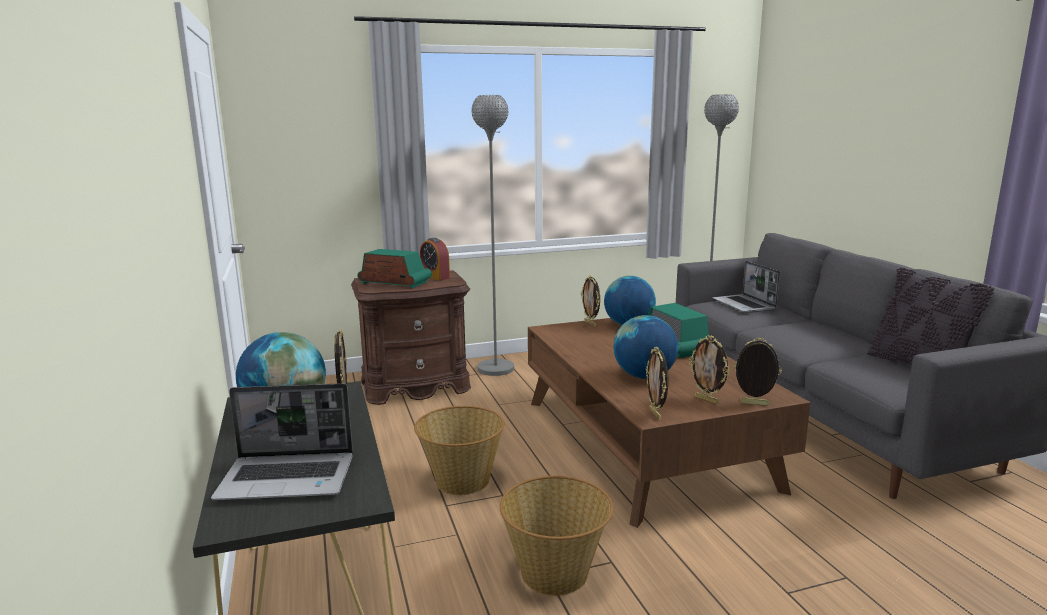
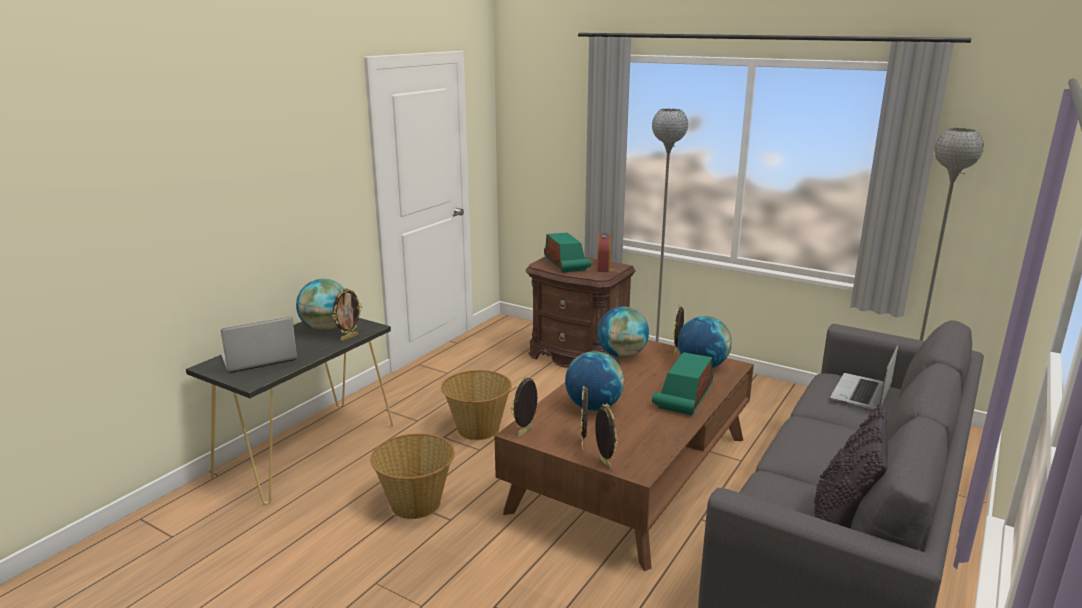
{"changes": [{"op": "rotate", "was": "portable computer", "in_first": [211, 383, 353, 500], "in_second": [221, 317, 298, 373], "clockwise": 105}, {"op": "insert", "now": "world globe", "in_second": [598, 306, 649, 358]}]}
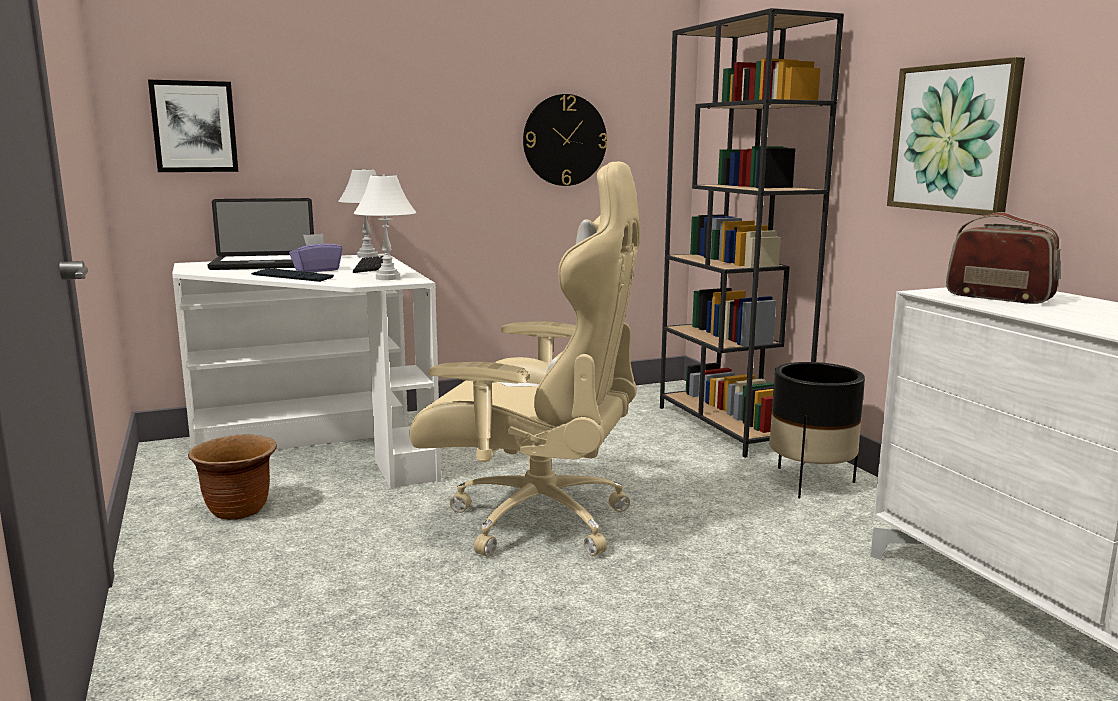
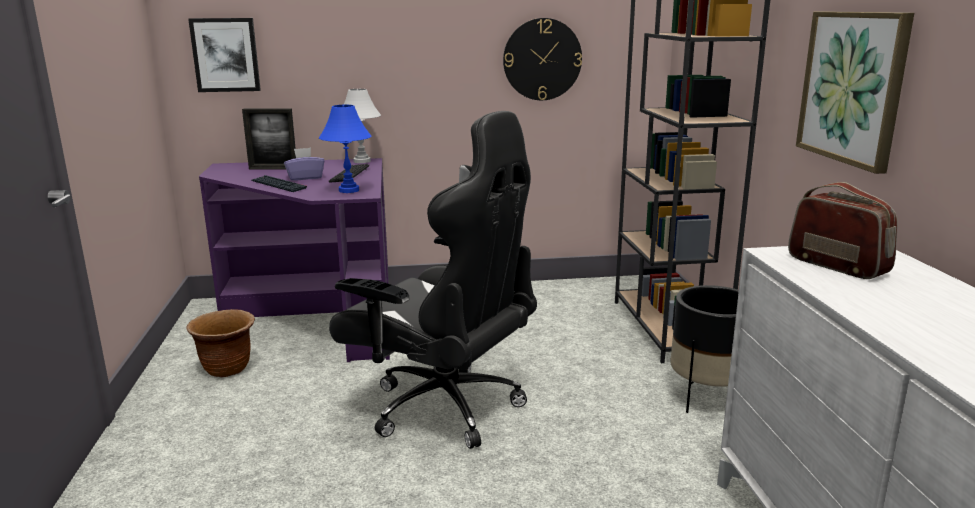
{"changes": [{"op": "recolor", "was": "white desk", "now": "purplish desk", "in_first": [172, 254, 441, 489], "in_second": [199, 158, 390, 362]}, {"op": "replace", "was": "portable computer", "now": "photo frame", "in_first": [208, 198, 314, 270], "in_second": [242, 109, 296, 170]}, {"op": "recolor", "was": "white lamp for a table", "now": "bluish lamp for a table", "in_first": [353, 175, 417, 280], "in_second": [319, 105, 371, 193]}, {"op": "recolor", "was": "sand-coloured office chair", "now": "blackish office chair", "in_first": [409, 162, 640, 557], "in_second": [329, 111, 537, 449]}]}
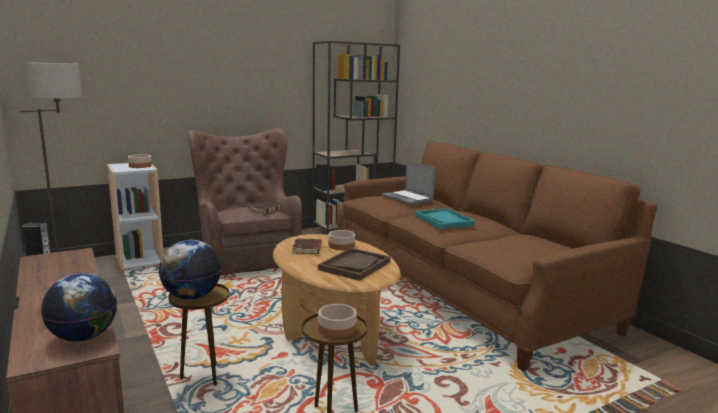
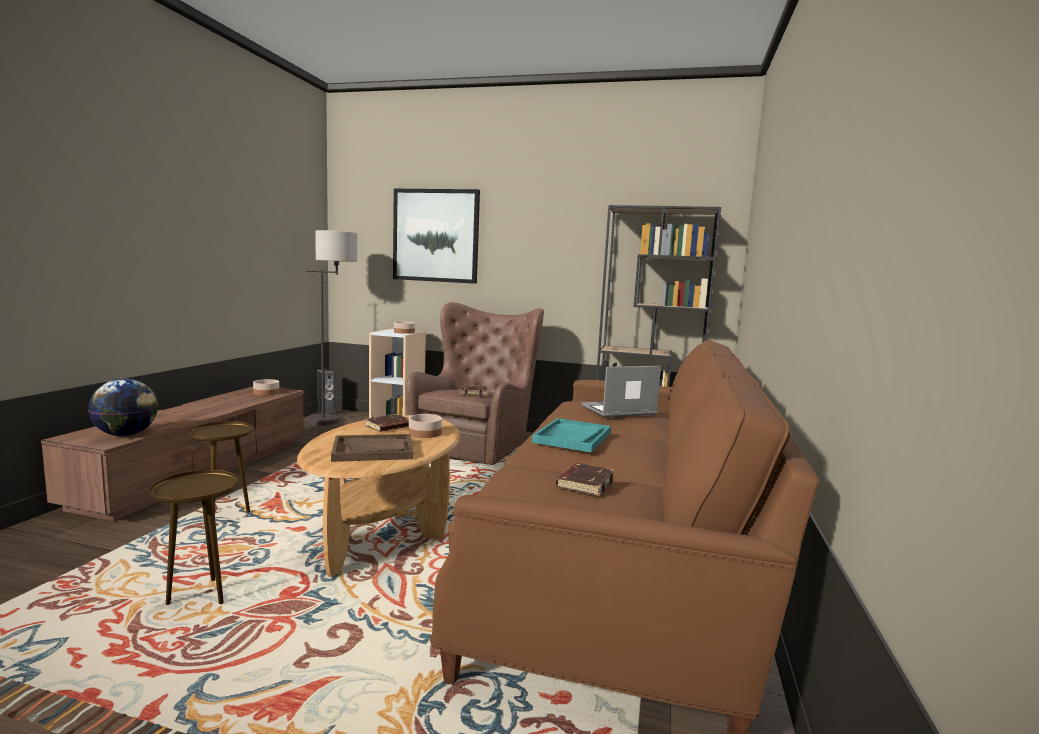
{"changes": [{"op": "move", "was": "bowl", "in_first": [318, 304, 357, 338], "in_second": [253, 379, 279, 395]}, {"op": "insert", "now": "wall picture", "in_second": [393, 189, 480, 284]}, {"op": "insert", "now": "brown-coloured volume", "in_second": [556, 463, 615, 496]}, {"op": "rotate", "was": "portable computer", "in_first": [382, 161, 435, 205], "in_second": [582, 366, 661, 417], "clockwise": 60}, {"op": "delete", "was": "world globe", "in_first": [159, 240, 221, 300]}]}
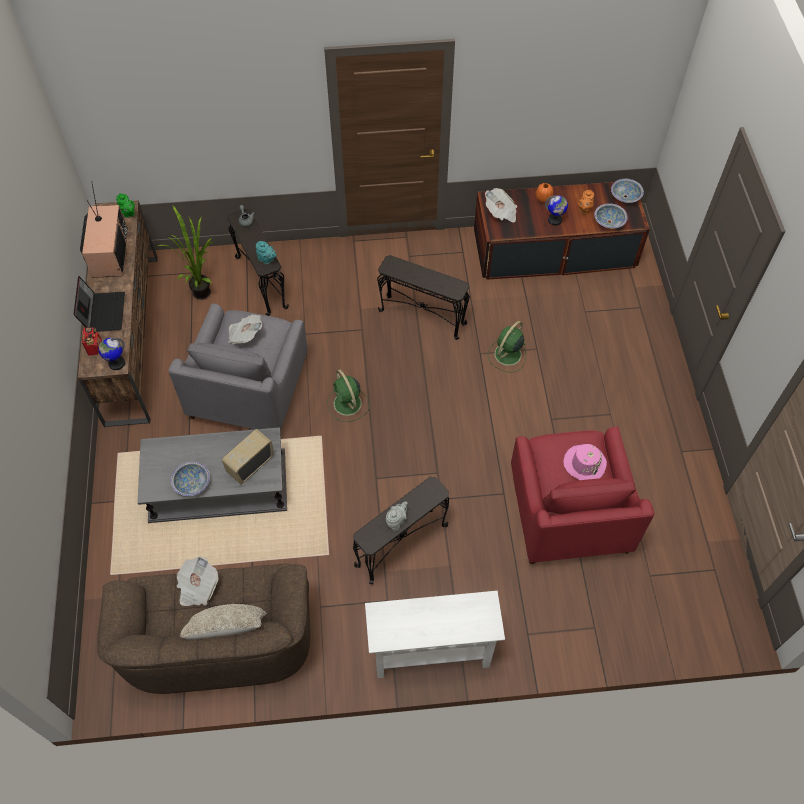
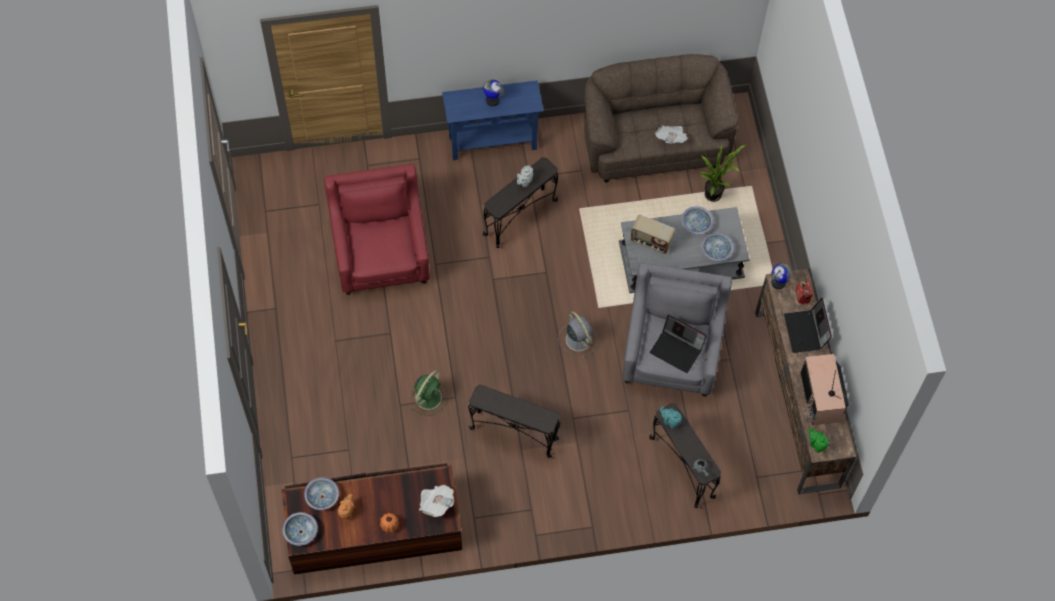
{"changes": [{"op": "recolor", "was": "white narrow table", "now": "bluish narrow table", "in_first": [365, 591, 505, 678], "in_second": [442, 80, 544, 160]}, {"op": "move", "was": "world globe", "in_first": [545, 195, 568, 226], "in_second": [483, 80, 505, 106]}, {"op": "recolor", "was": "green-coloured electric fan", "now": "greyish electric fan", "in_first": [327, 370, 370, 422], "in_second": [558, 311, 598, 359]}, {"op": "rotate", "was": "radio receiver", "in_first": [222, 429, 274, 484], "in_second": [631, 215, 675, 254], "clockwise": 75}, {"op": "replace", "was": "daily paper", "now": "portable computer", "in_first": [228, 314, 262, 344], "in_second": [650, 315, 707, 373]}, {"op": "move", "was": "houseplant", "in_first": [158, 205, 214, 300], "in_second": [697, 140, 747, 202]}, {"op": "insert", "now": "bowl", "in_second": [701, 233, 734, 261]}, {"op": "delete", "was": "sand-coloured cushion", "in_first": [180, 604, 266, 640]}, {"op": "delete", "was": "pink wearable hat", "in_first": [563, 444, 607, 480]}]}
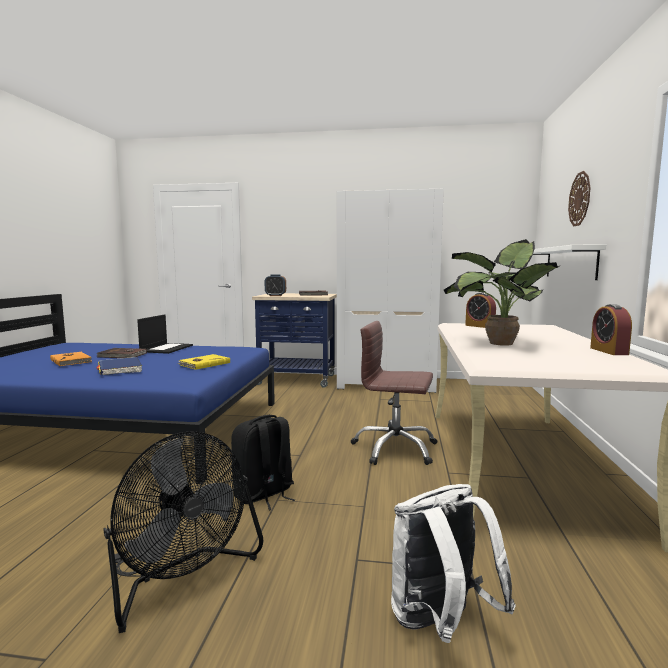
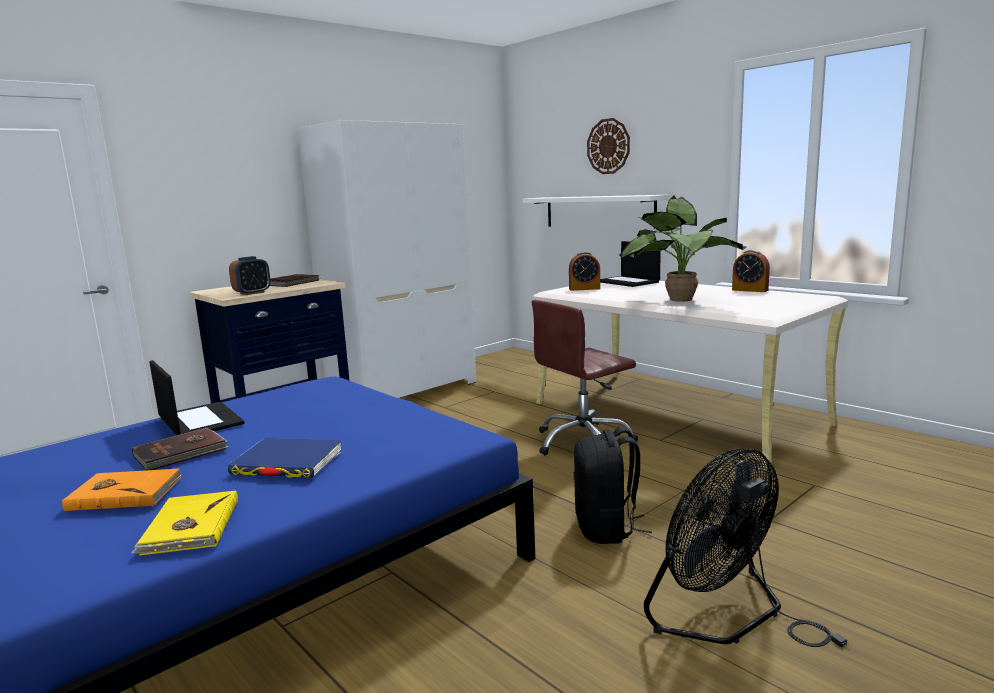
{"changes": [{"op": "move", "was": "yellow-coloured volume", "in_first": [178, 354, 230, 370], "in_second": [131, 490, 238, 555]}, {"op": "insert", "now": "portable computer", "in_second": [600, 241, 661, 287]}, {"op": "rotate", "was": "blackish electric fan", "in_first": [104, 432, 263, 633], "in_second": [644, 449, 848, 647], "clockwise": -120}, {"op": "delete", "was": "white knapsack", "in_first": [391, 484, 516, 643]}]}
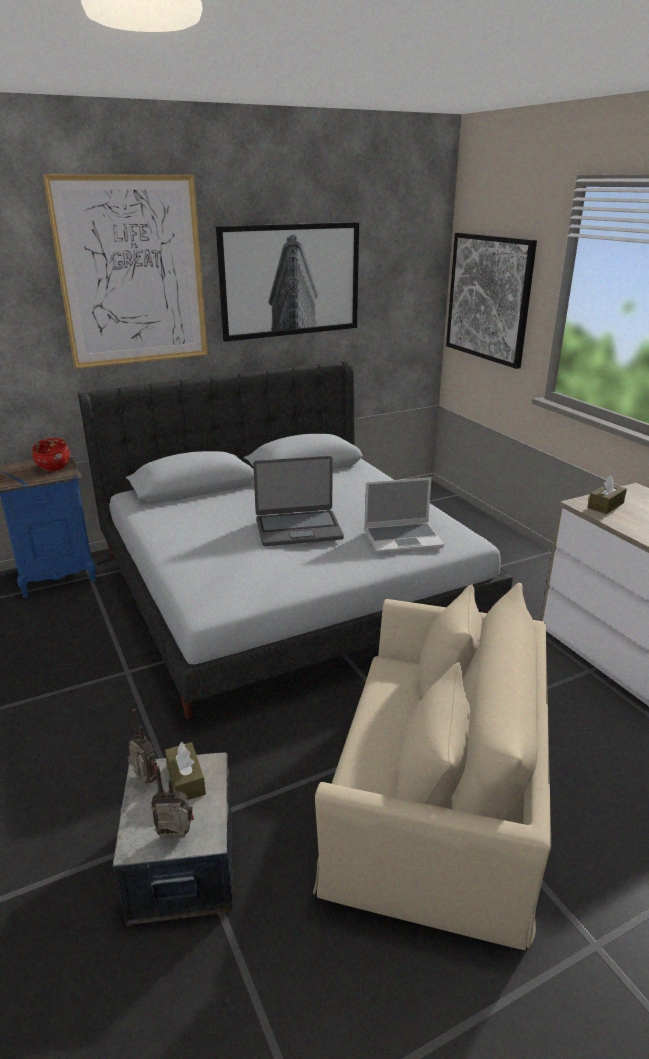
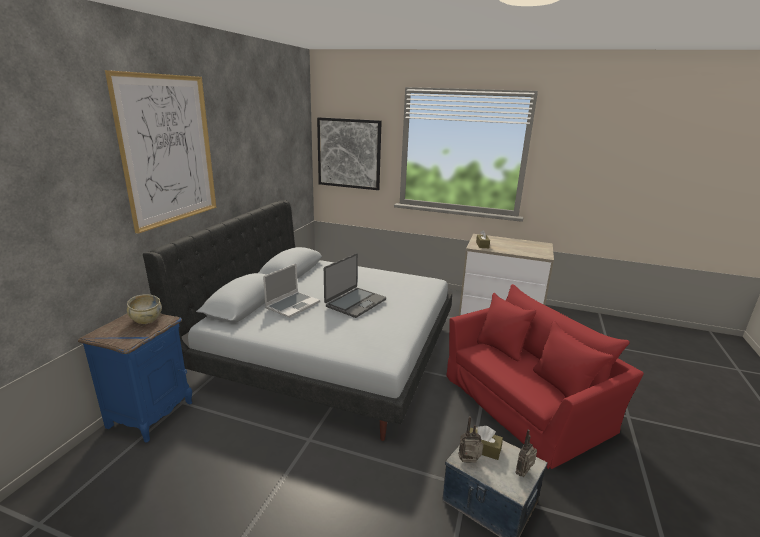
{"changes": [{"op": "recolor", "was": "reddish bowl", "now": "sand-coloured bowl", "in_first": [32, 438, 70, 471], "in_second": [127, 294, 162, 324]}, {"op": "move", "was": "portable computer", "in_first": [364, 477, 444, 554], "in_second": [263, 263, 320, 318]}, {"op": "recolor", "was": "sand-coloured easy chair", "now": "reddish easy chair", "in_first": [313, 583, 551, 950], "in_second": [447, 284, 644, 469]}, {"op": "delete", "was": "wall picture", "in_first": [216, 222, 359, 342]}]}
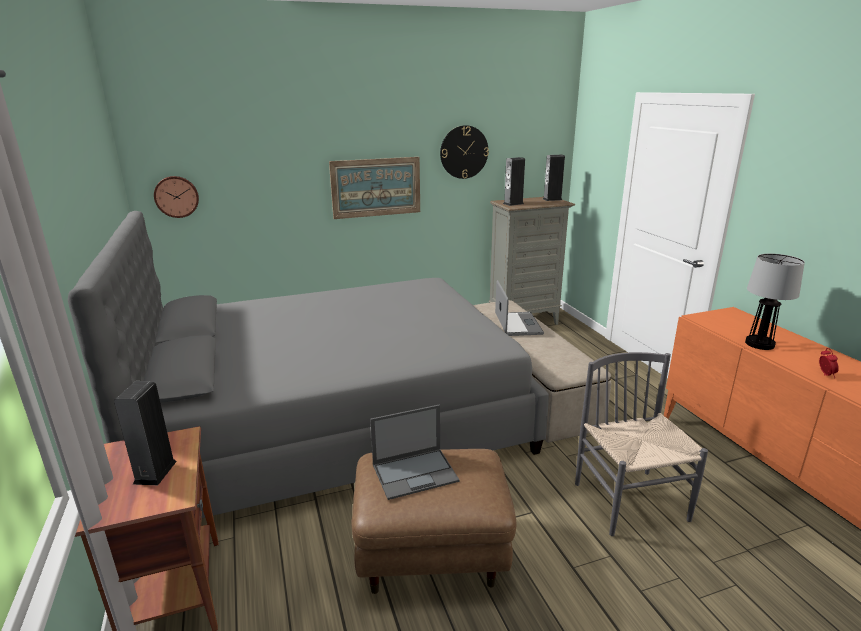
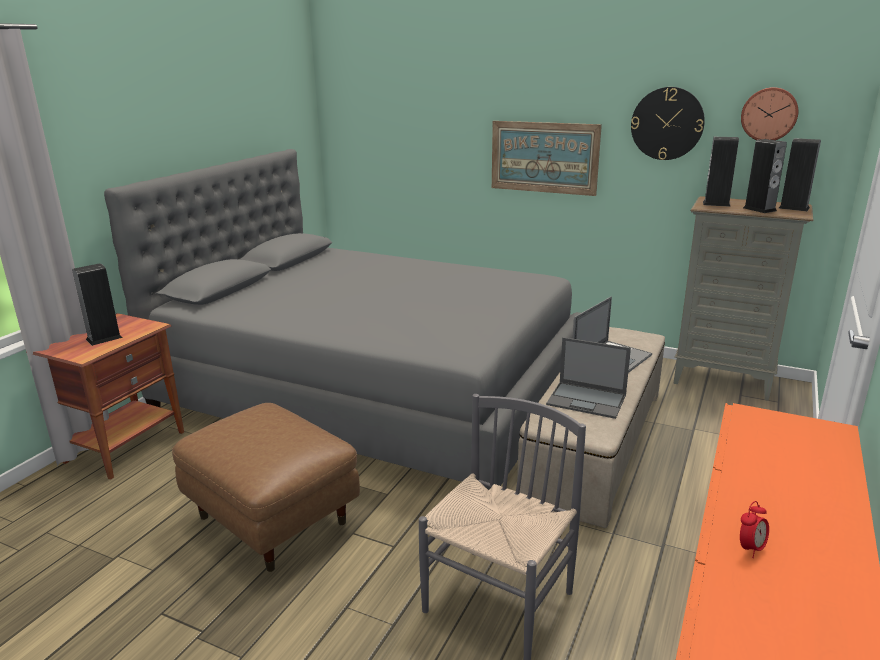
{"changes": [{"op": "move", "was": "portable computer", "in_first": [370, 405, 459, 500], "in_second": [546, 337, 631, 419]}, {"op": "move", "was": "clock on the wall", "in_first": [154, 176, 199, 218], "in_second": [741, 87, 798, 140]}, {"op": "insert", "now": "loudspeaker", "in_second": [743, 139, 787, 213]}, {"op": "delete", "was": "lamp for a table", "in_first": [745, 254, 805, 350]}]}
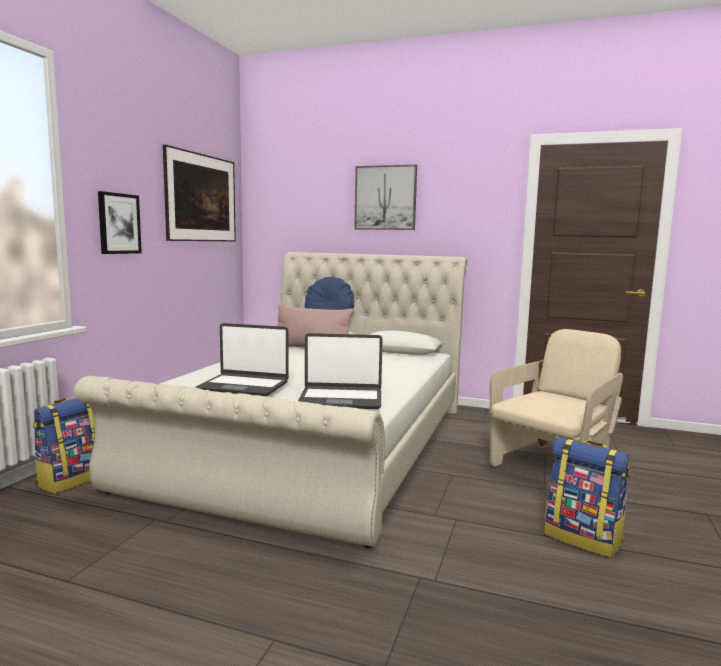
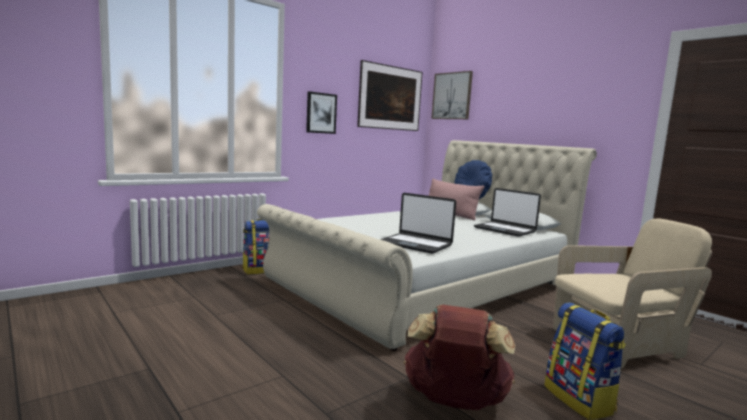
{"changes": [{"op": "insert", "now": "brown-coloured knapsack", "in_second": [404, 305, 515, 410]}, {"op": "move", "was": "wall picture", "in_first": [354, 165, 417, 230], "in_second": [431, 71, 473, 119]}, {"op": "move", "was": "portable computer", "in_first": [195, 323, 289, 396], "in_second": [474, 188, 541, 237]}]}
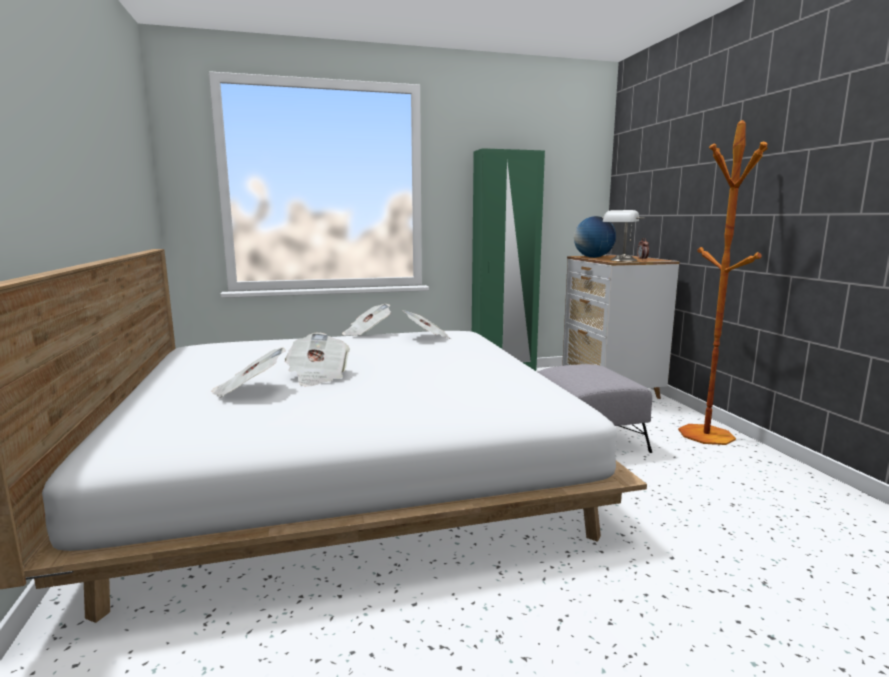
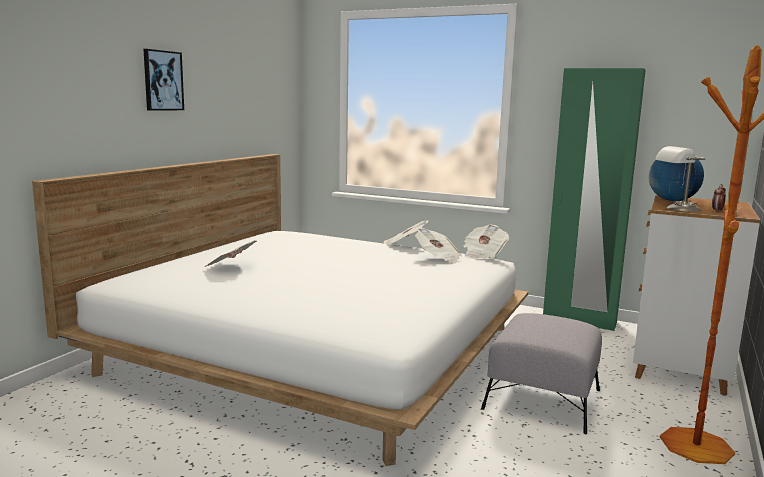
{"changes": [{"op": "insert", "now": "wall picture", "in_second": [143, 49, 184, 110]}, {"op": "move", "was": "daily paper", "in_first": [285, 333, 350, 387], "in_second": [463, 225, 509, 259]}]}
